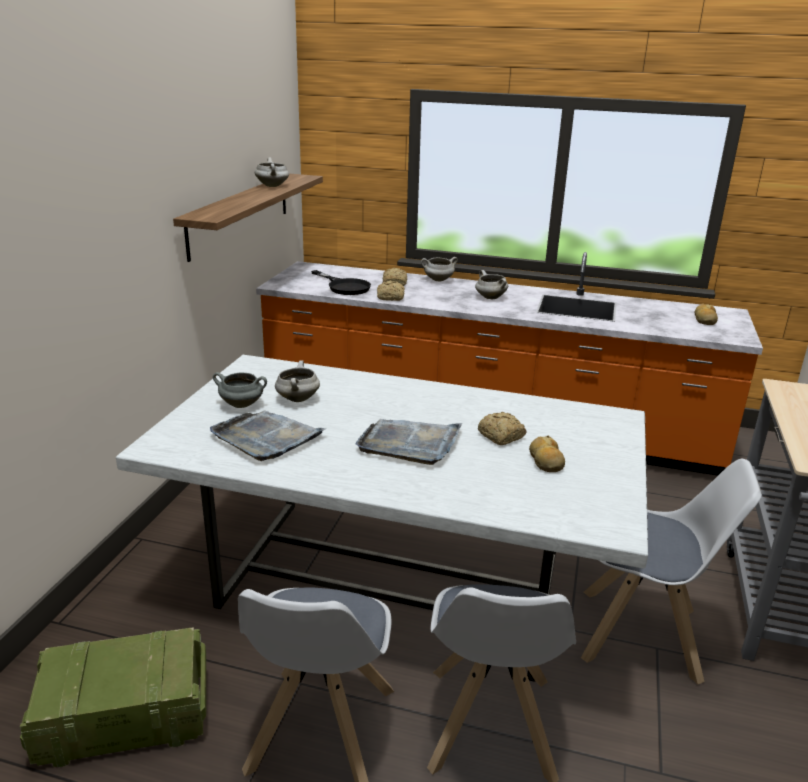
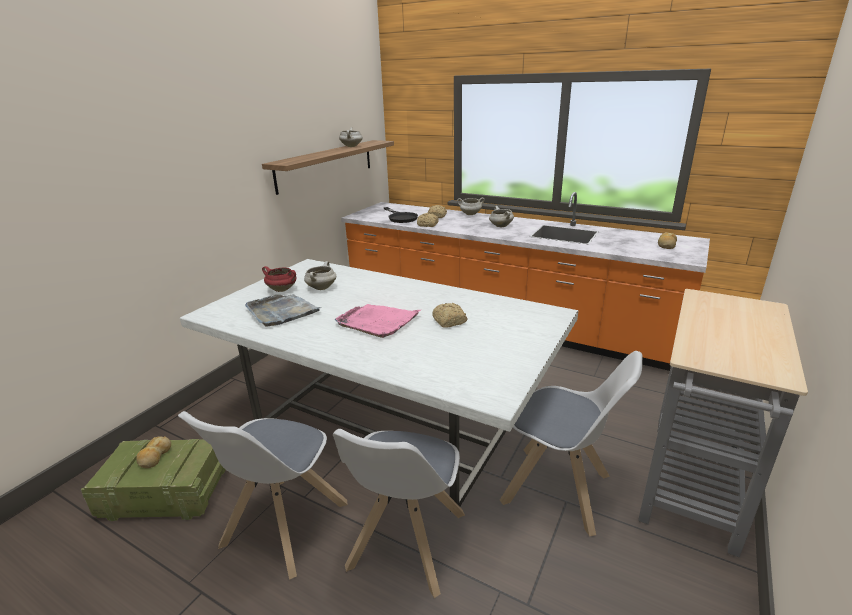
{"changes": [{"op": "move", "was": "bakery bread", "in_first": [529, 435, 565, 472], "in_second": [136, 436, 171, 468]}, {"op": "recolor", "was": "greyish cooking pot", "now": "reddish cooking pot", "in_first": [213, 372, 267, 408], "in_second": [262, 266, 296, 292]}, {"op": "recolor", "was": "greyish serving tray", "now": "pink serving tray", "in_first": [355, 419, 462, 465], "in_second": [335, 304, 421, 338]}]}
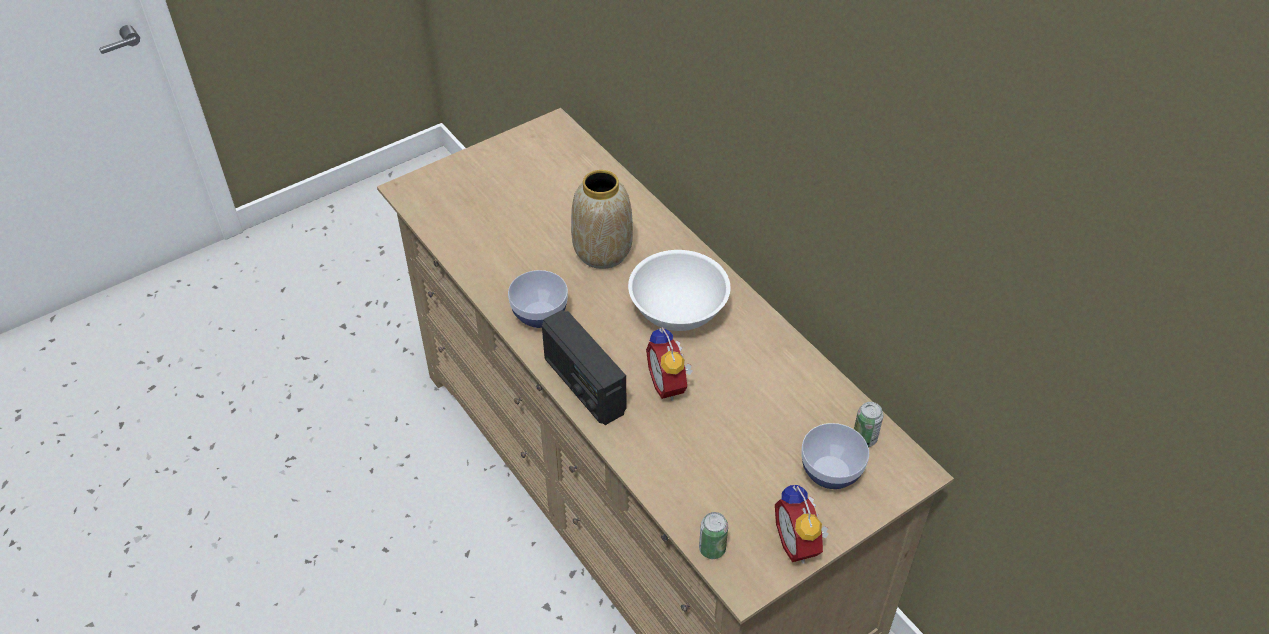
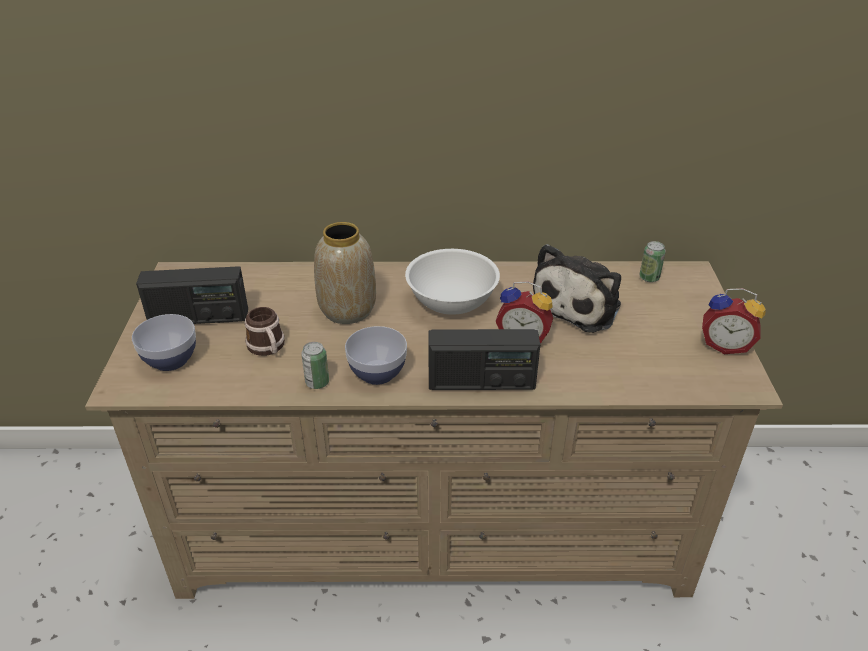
{"changes": [{"op": "move", "was": "bowl", "in_first": [801, 423, 869, 489], "in_second": [132, 314, 196, 371]}, {"op": "insert", "now": "radio receiver", "in_second": [136, 266, 248, 324]}, {"op": "insert", "now": "tea mug", "in_second": [245, 307, 285, 356]}, {"op": "move", "was": "can", "in_first": [699, 512, 728, 559], "in_second": [301, 342, 329, 389]}, {"op": "insert", "now": "soft toy", "in_second": [533, 244, 621, 333]}]}
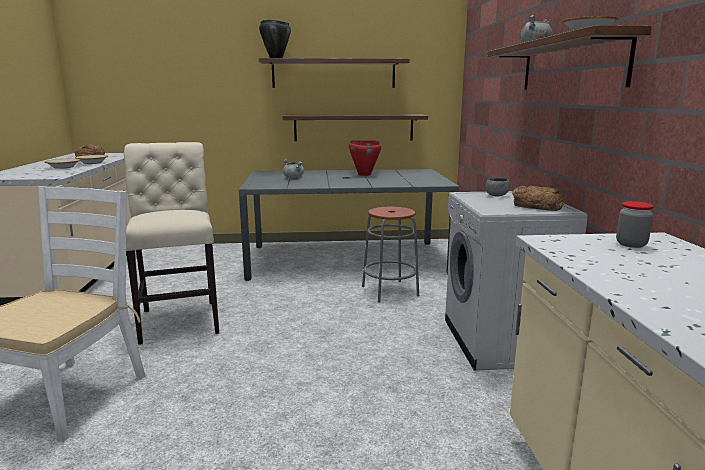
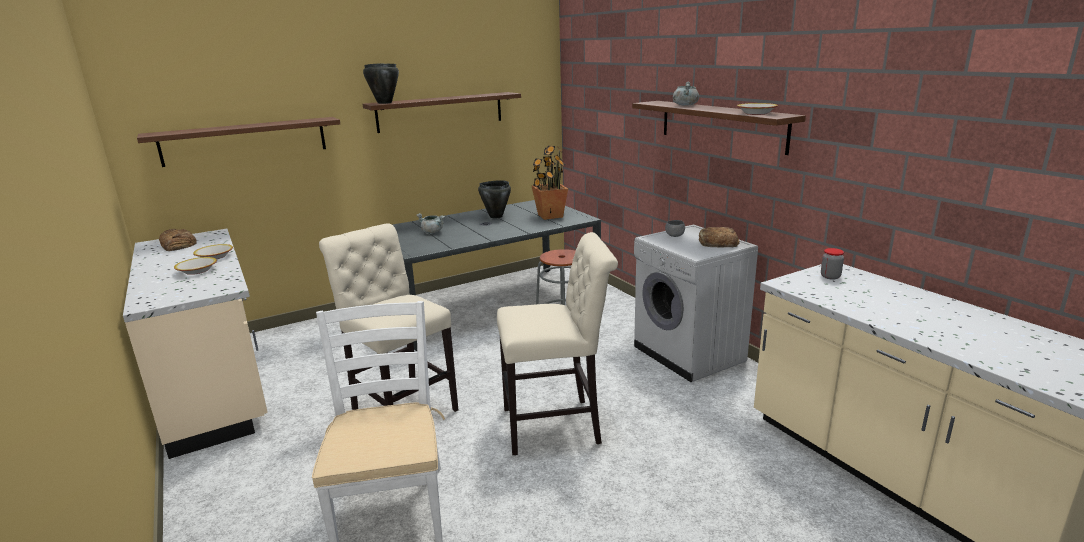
{"changes": [{"op": "move", "was": "wall shelf", "in_first": [283, 115, 428, 141], "in_second": [137, 117, 340, 167]}, {"op": "recolor", "was": "reddish cooking pot", "now": "blackish cooking pot", "in_first": [349, 140, 381, 176], "in_second": [478, 180, 511, 218]}, {"op": "insert", "now": "sand-coloured stool", "in_second": [497, 232, 618, 456]}, {"op": "insert", "now": "houseplant", "in_second": [532, 146, 568, 220]}]}
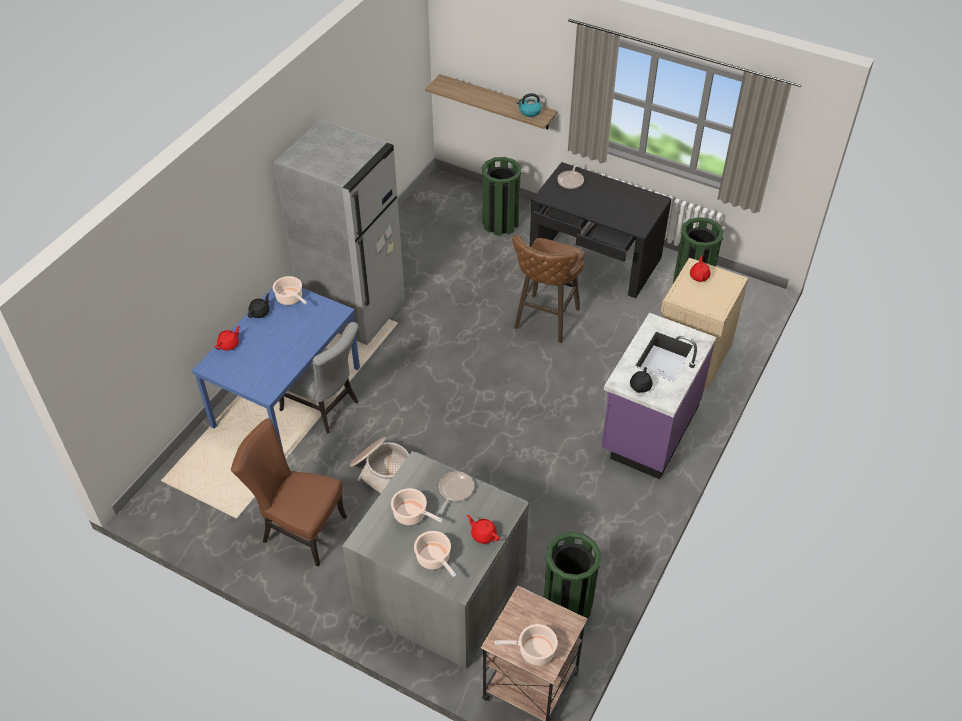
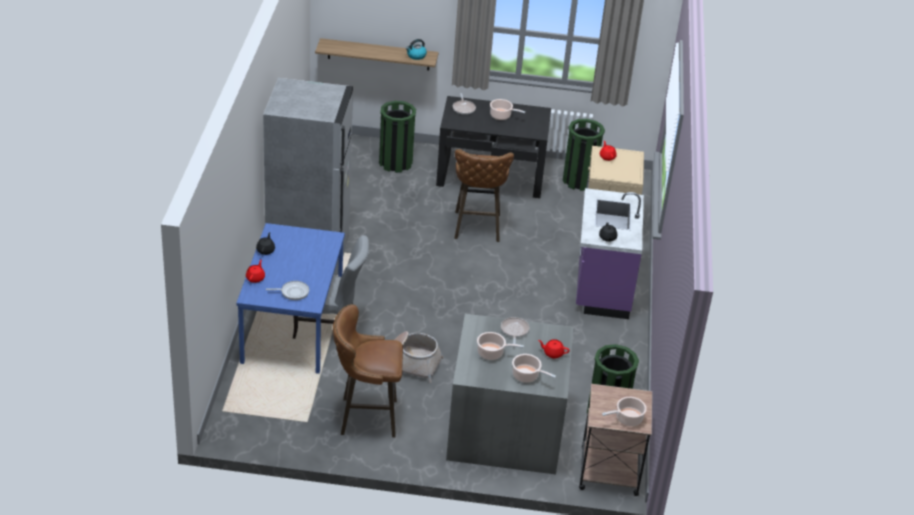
{"changes": [{"op": "insert", "now": "skillet", "in_second": [266, 281, 309, 300]}, {"op": "replace", "was": "brown-coloured chair", "now": "brown-coloured stool", "in_first": [231, 419, 347, 567], "in_second": [333, 304, 403, 437]}, {"op": "move", "was": "cooking pot", "in_first": [273, 276, 307, 305], "in_second": [490, 99, 525, 120]}]}
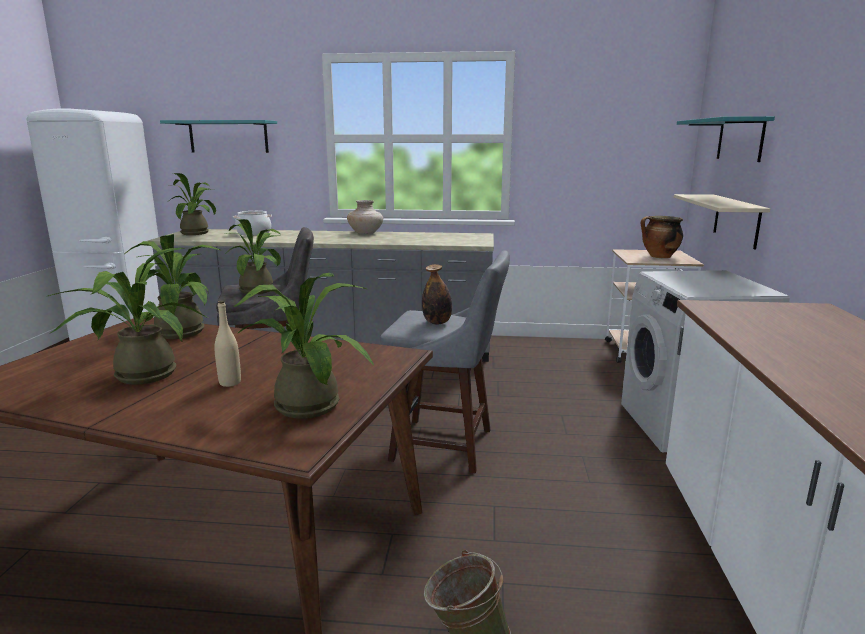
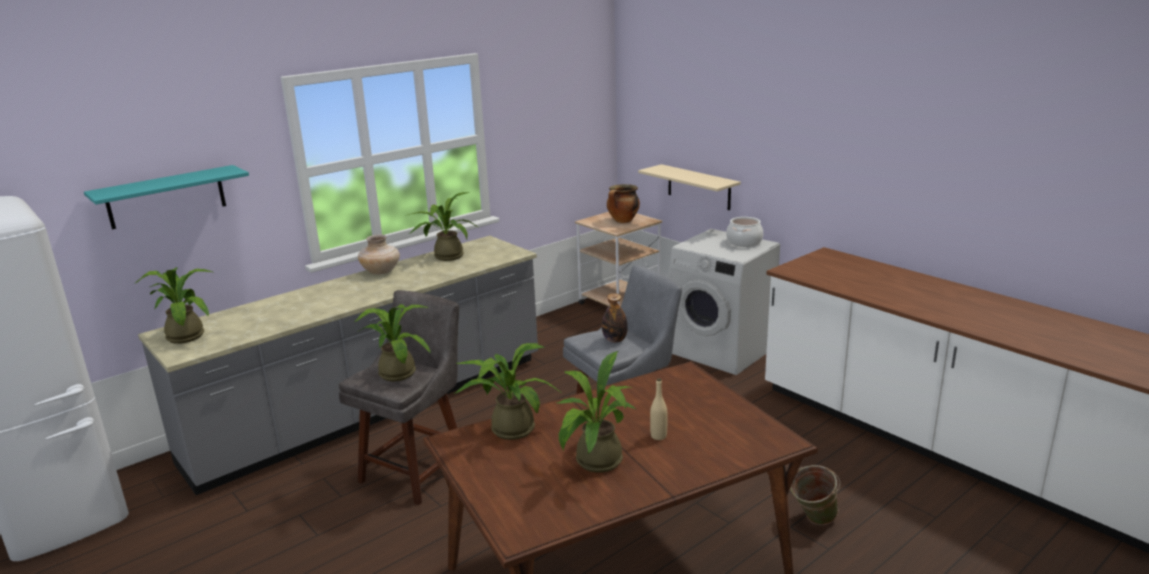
{"changes": [{"op": "move", "was": "houseplant", "in_first": [234, 273, 374, 419], "in_second": [405, 192, 478, 261]}, {"op": "move", "was": "cooking pot", "in_first": [233, 211, 272, 236], "in_second": [726, 217, 763, 247]}, {"op": "delete", "was": "turquoise-coloured wall shelf", "in_first": [677, 116, 775, 162]}]}
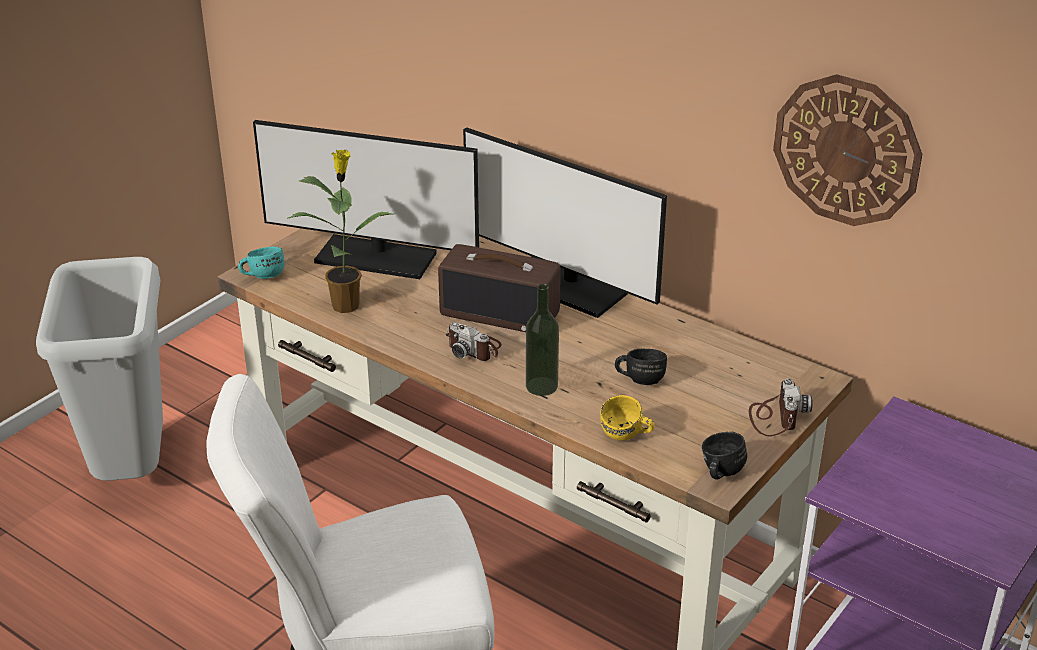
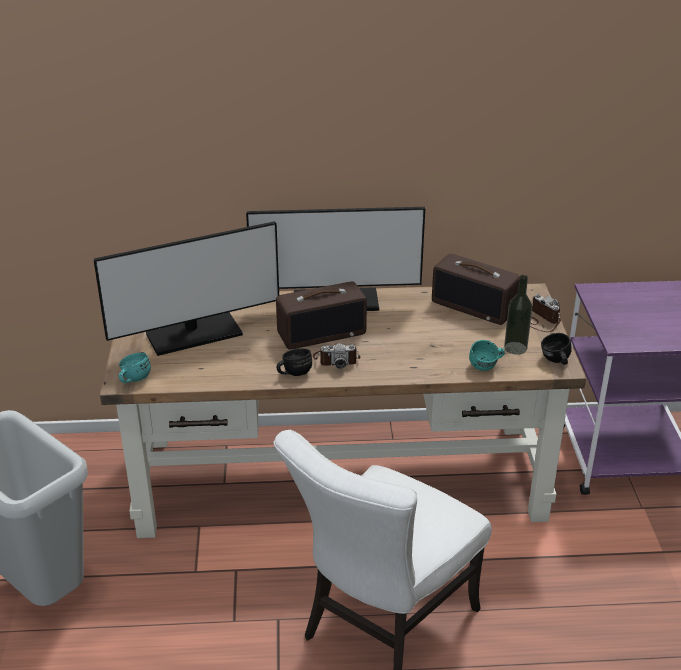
{"changes": [{"op": "move", "was": "blackish tea mug", "in_first": [615, 349, 667, 385], "in_second": [277, 348, 312, 376]}, {"op": "insert", "now": "radio receiver", "in_second": [432, 254, 520, 325]}, {"op": "recolor", "was": "yellow-coloured tea mug", "now": "turquoise-coloured tea mug", "in_first": [600, 395, 655, 441], "in_second": [469, 340, 505, 371]}, {"op": "move", "was": "beverage bottle", "in_first": [526, 284, 559, 396], "in_second": [504, 275, 532, 355]}, {"op": "delete", "was": "houseplant", "in_first": [288, 150, 397, 313]}, {"op": "delete", "was": "clock on the wall", "in_first": [773, 74, 922, 226]}]}
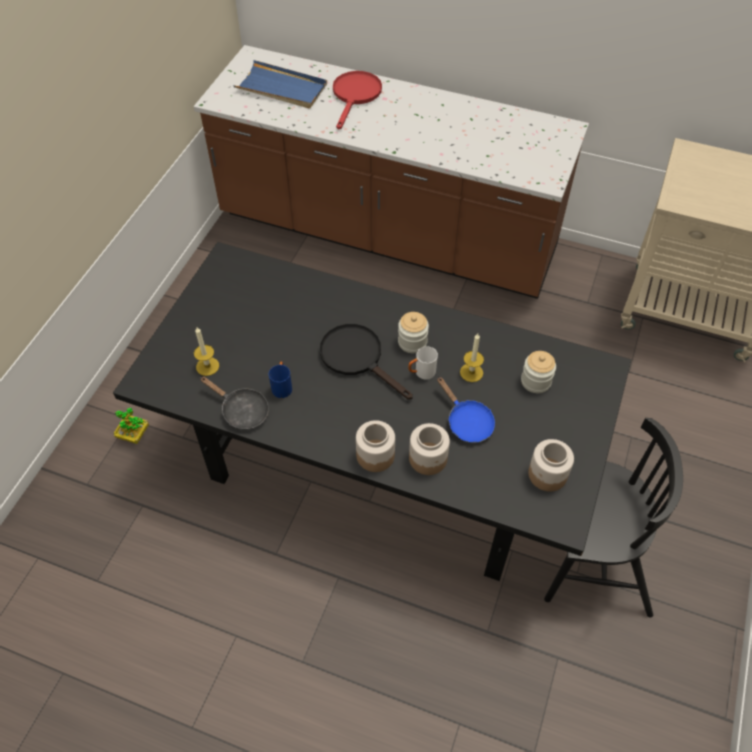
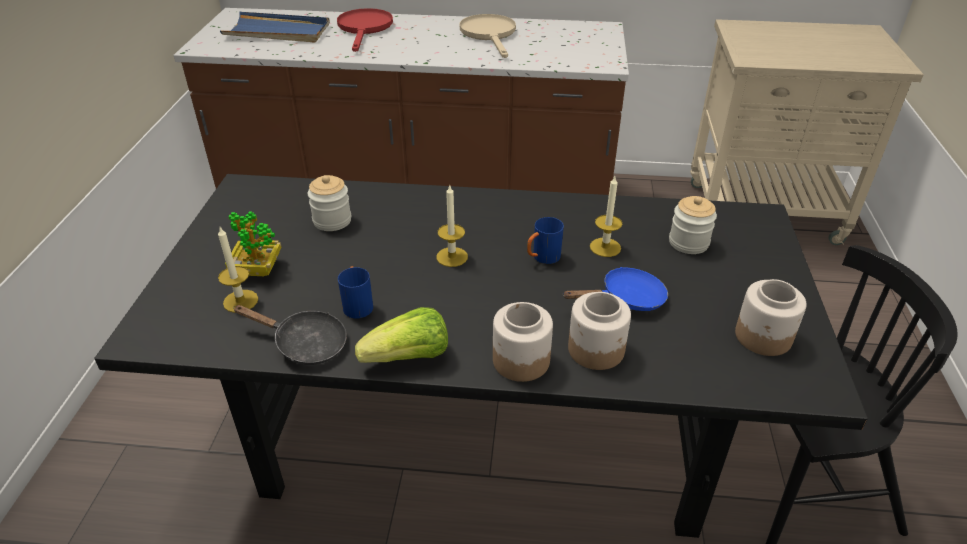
{"changes": [{"op": "move", "was": "houseplant", "in_first": [114, 408, 149, 444], "in_second": [225, 212, 282, 276]}, {"op": "move", "was": "preserve jar", "in_first": [398, 312, 429, 353], "in_second": [308, 175, 351, 231]}, {"op": "insert", "now": "lettuce head", "in_second": [355, 307, 448, 363]}, {"op": "replace", "was": "blackish skillet", "now": "wax candle", "in_first": [320, 324, 412, 400], "in_second": [436, 184, 468, 267]}, {"op": "insert", "now": "sand-coloured skillet", "in_second": [460, 14, 516, 58]}, {"op": "recolor", "was": "white tea mug", "now": "bluish tea mug", "in_first": [408, 346, 438, 380], "in_second": [527, 217, 564, 264]}, {"op": "rotate", "was": "bluish skillet", "in_first": [437, 377, 495, 443], "in_second": [563, 267, 668, 311], "clockwise": -60}]}
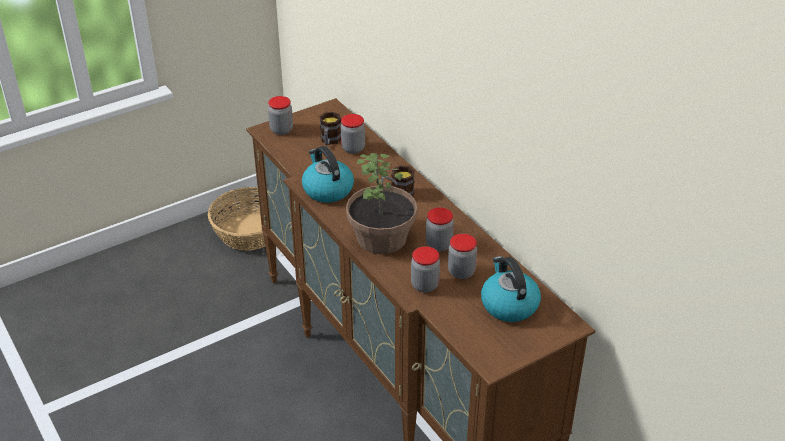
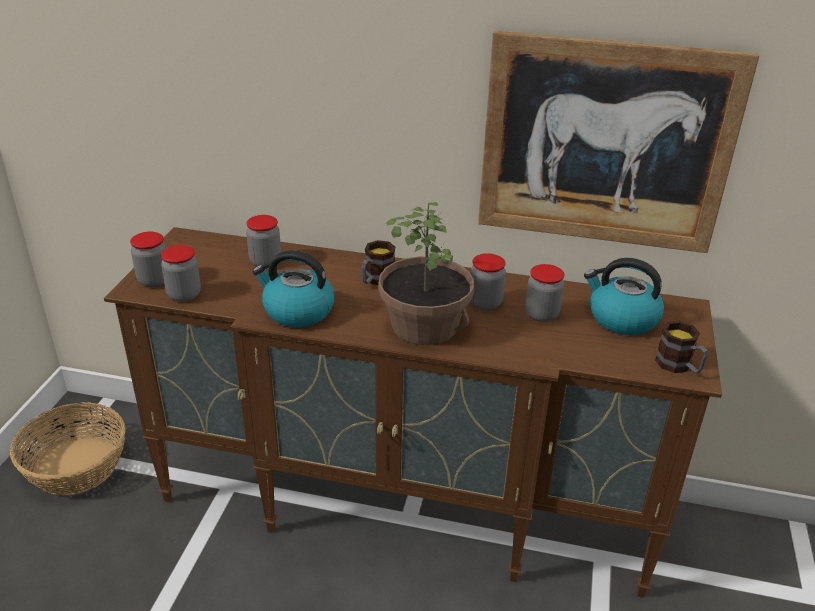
{"changes": [{"op": "move", "was": "preserve jar", "in_first": [411, 246, 440, 292], "in_second": [161, 245, 201, 302]}, {"op": "insert", "now": "wall picture", "in_second": [478, 31, 759, 253]}, {"op": "move", "was": "tea mug", "in_first": [319, 112, 341, 145], "in_second": [655, 321, 708, 373]}]}
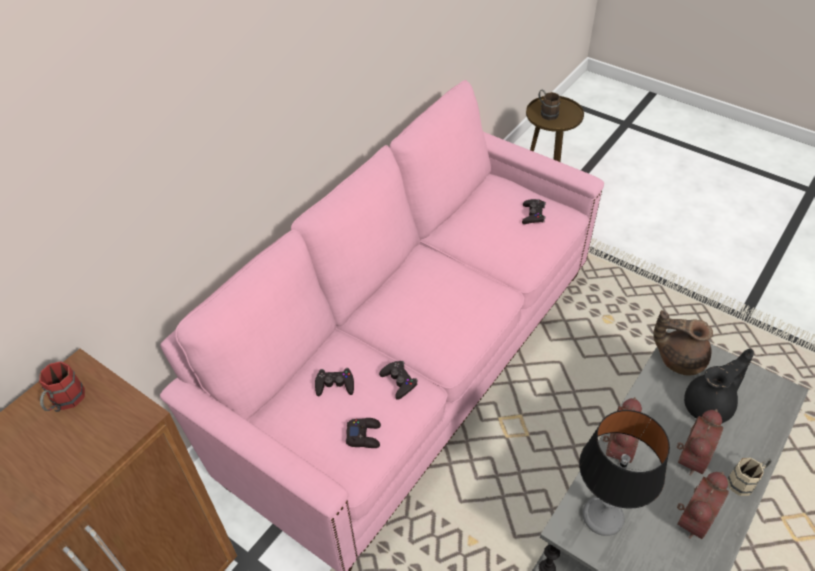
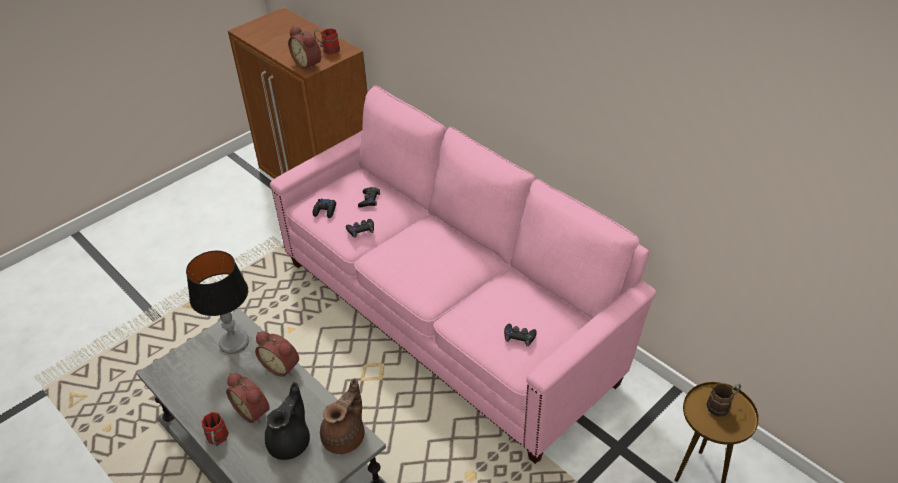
{"changes": [{"op": "recolor", "was": "sand-coloured tea mug", "now": "reddish tea mug", "in_first": [727, 458, 771, 496], "in_second": [202, 412, 229, 446]}, {"op": "rotate", "was": "blackish teapot", "in_first": [684, 349, 754, 423], "in_second": [264, 382, 310, 460], "clockwise": -135}, {"op": "move", "was": "bedside clock", "in_first": [677, 472, 729, 539], "in_second": [288, 26, 321, 71]}]}
